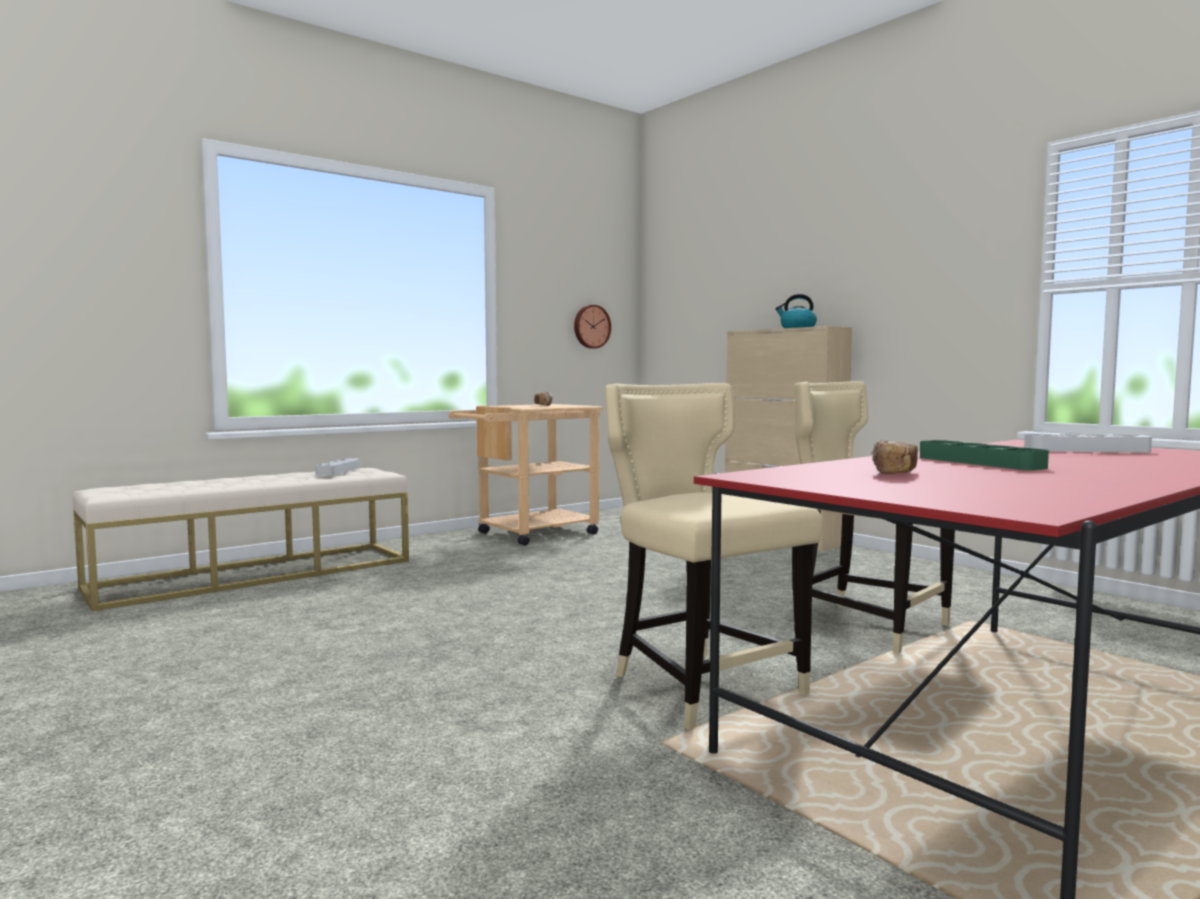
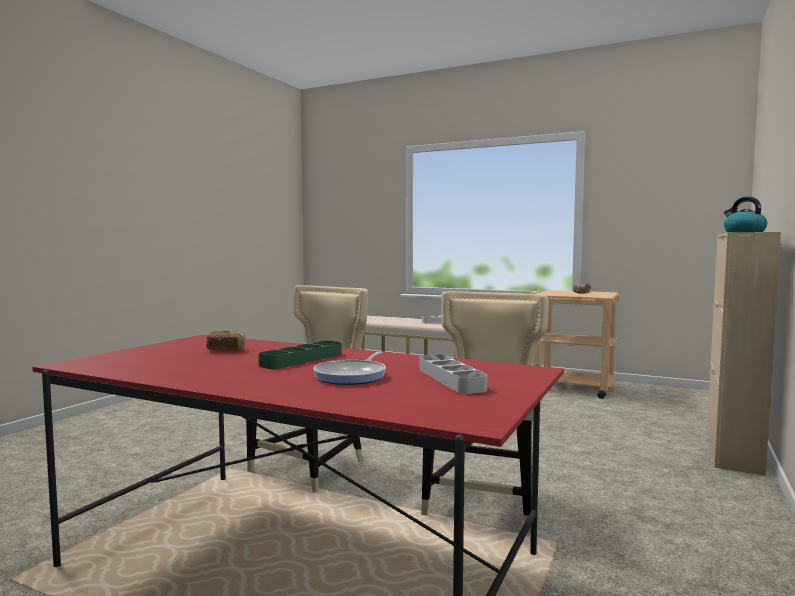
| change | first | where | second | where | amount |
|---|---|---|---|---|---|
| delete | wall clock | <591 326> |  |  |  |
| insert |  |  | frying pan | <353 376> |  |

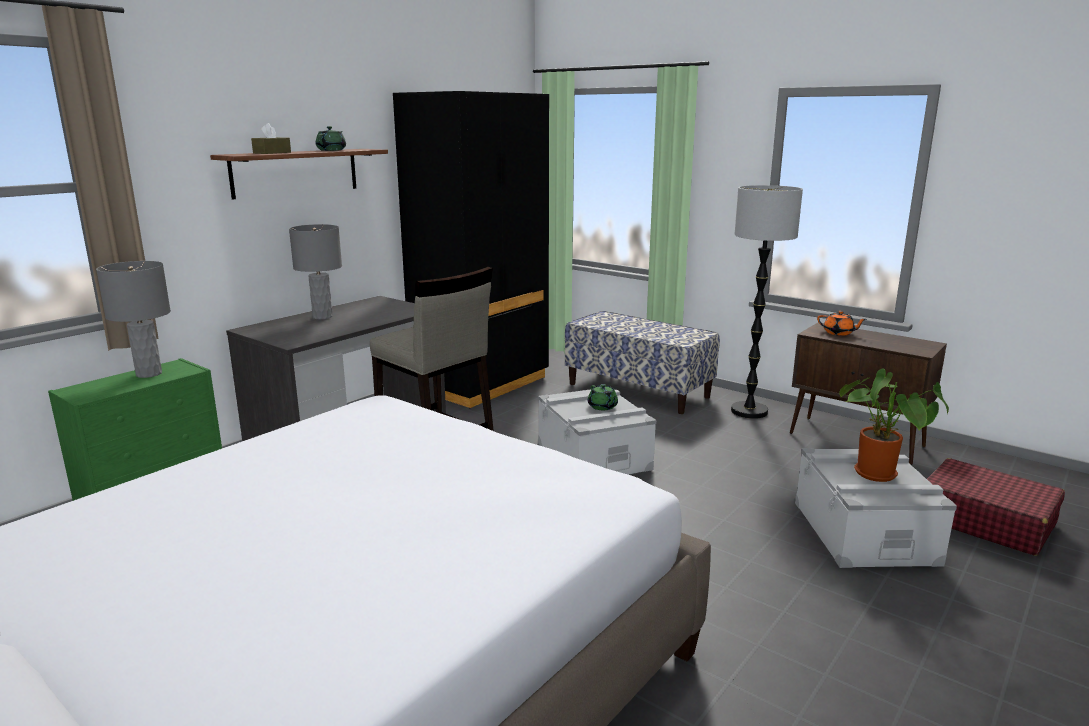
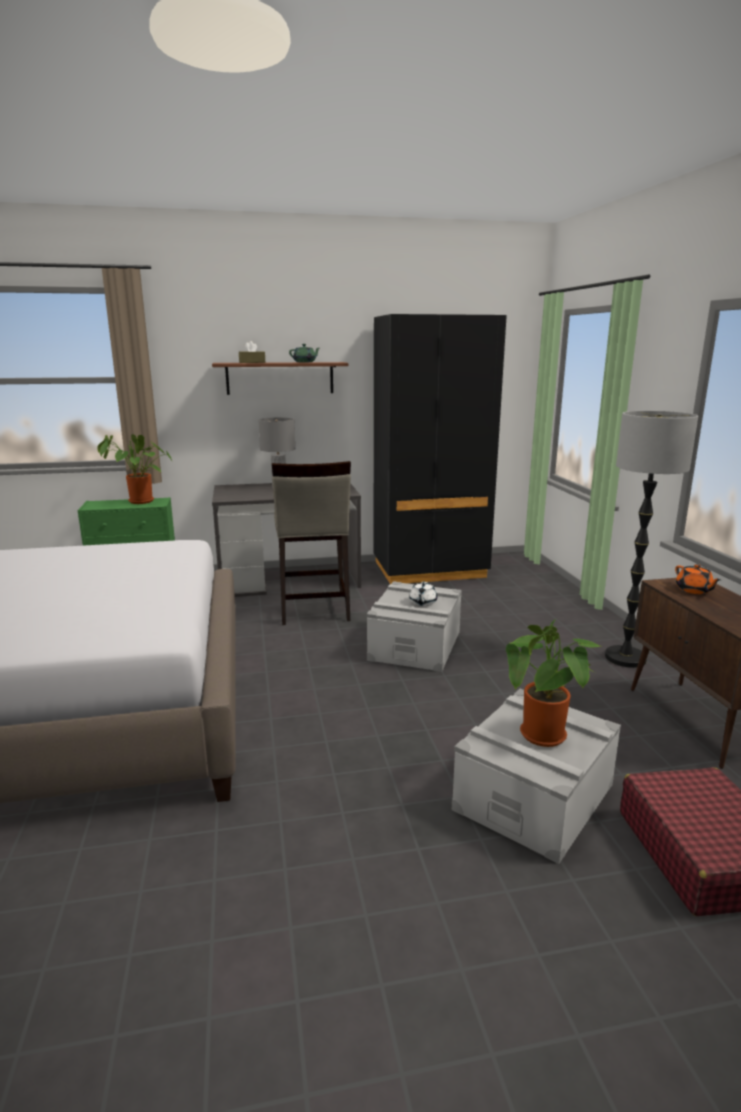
| change | first | where | second | where | amount |
|---|---|---|---|---|---|
| replace | grey table lamp | <148 374> | potted plant | <138 502> |  |
| delete | bench | <638 390> |  |  |  |
| recolor | green teapot | <602 407> | white teapot | <422 602> |  |

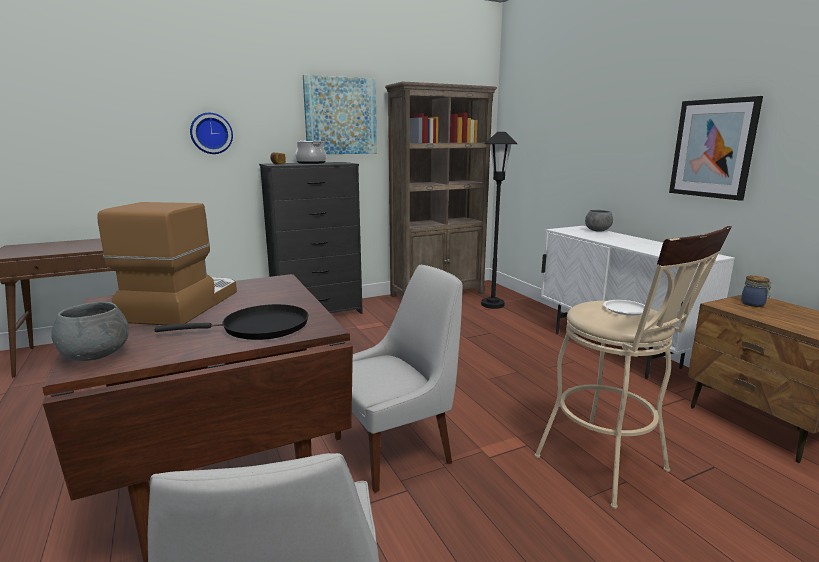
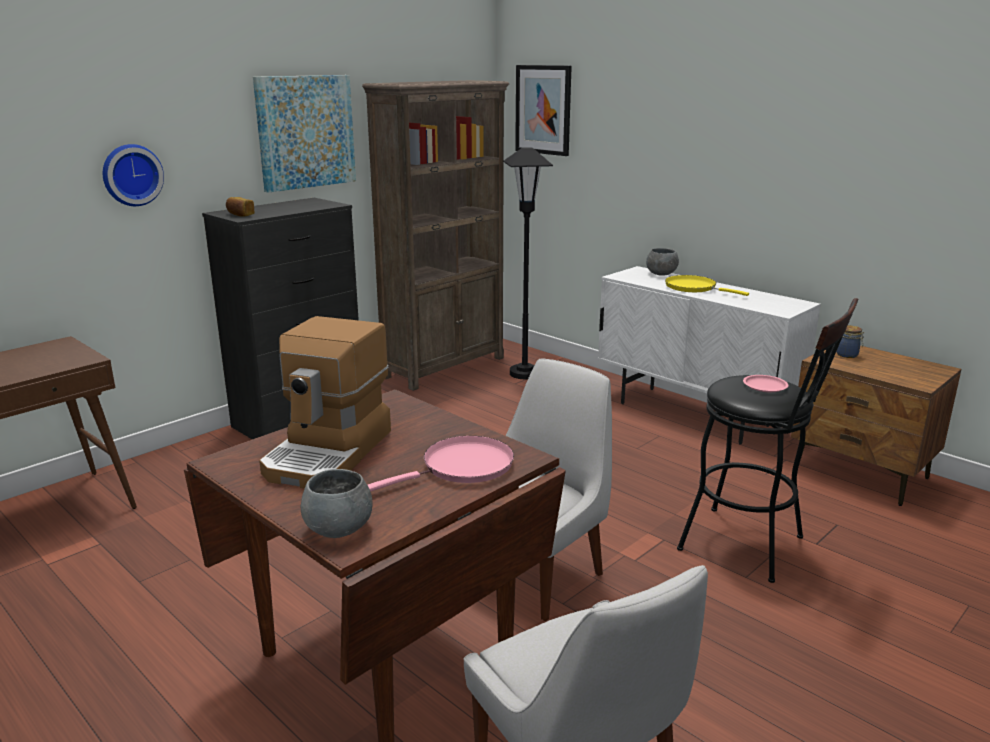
| change | first | where | second | where | amount |
|---|---|---|---|---|---|
| rotate | coffee machine | <181 305> |  | <329 453> | 150 degrees counterclockwise |
| recolor | black frying pan | <259 328> | pink frying pan | <462 467> |  |
| delete | cooking pot | <311 163> |  |  |  |
| recolor | beige stool | <610 469> | black stool | <752 546> |  |
| recolor | white plate | <625 310> | pink plate | <765 386> |  |
| move | picture | <713 148> |  | <543 110> |  |
| insert |  |  | yellow frying pan | <694 288> |  |

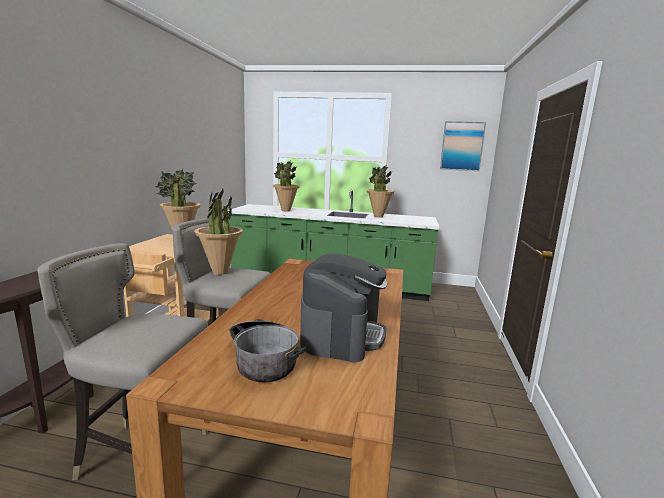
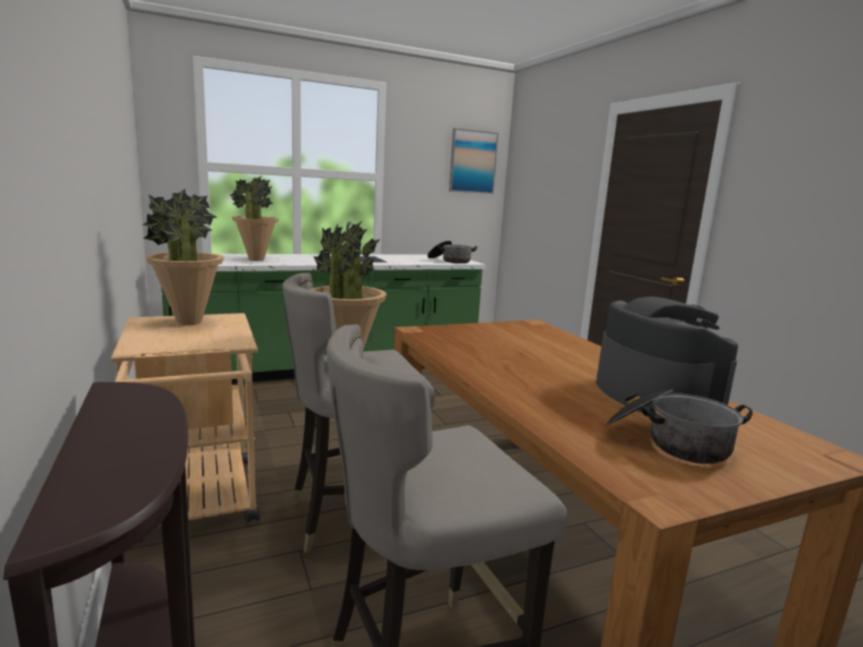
| change | first | where | second | where | amount |
|---|---|---|---|---|---|
| delete | potted plant | <378 216> |  |  |  |
| insert |  |  | cooking pot | <450 261> |  |

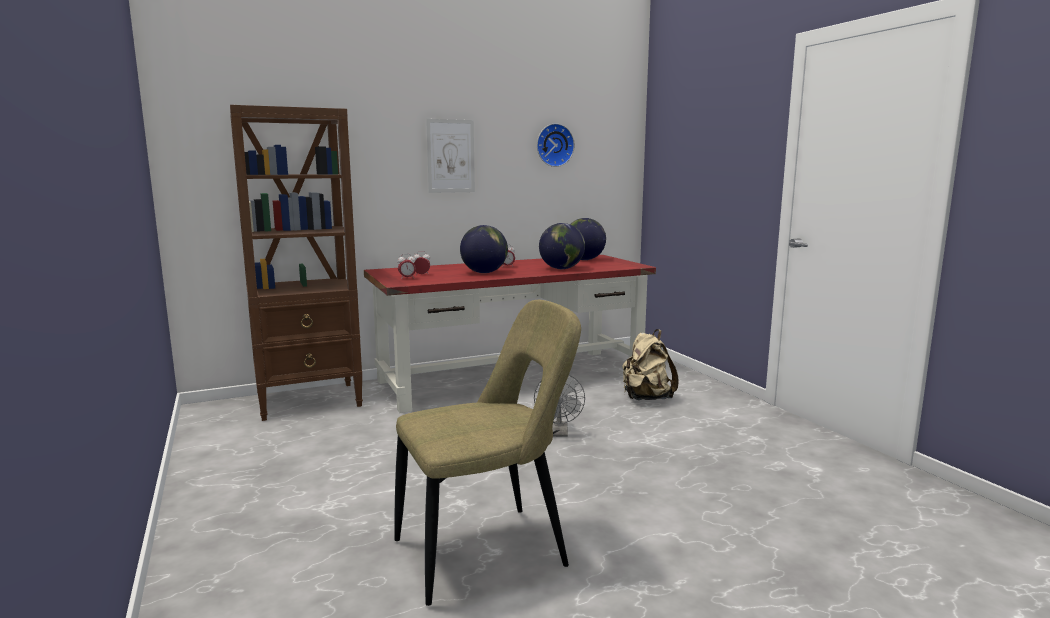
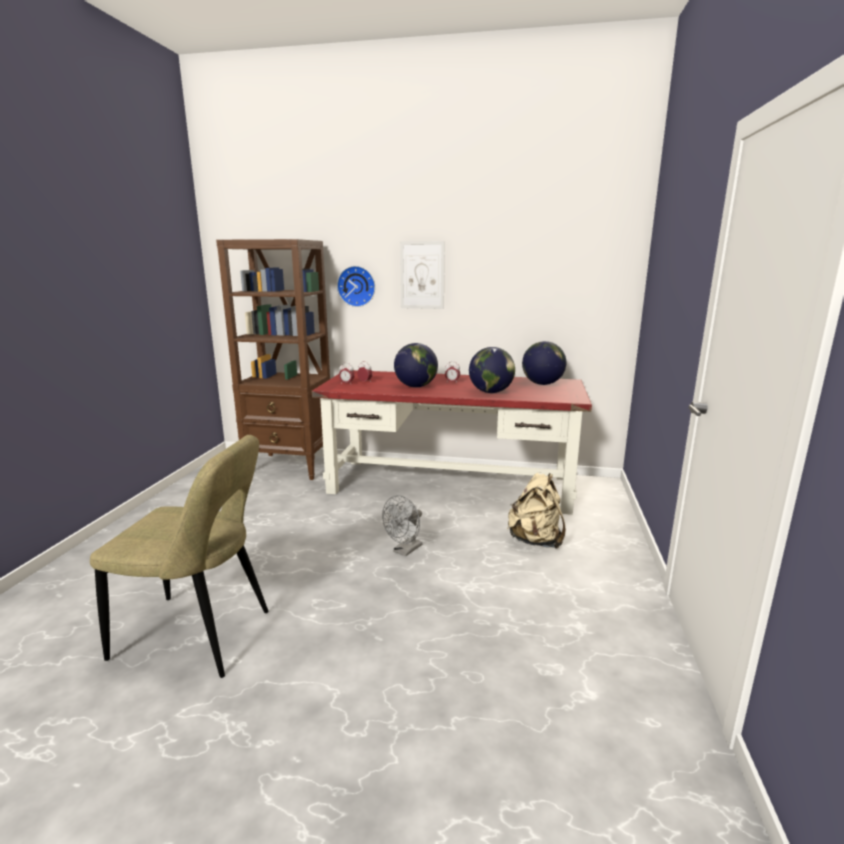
| change | first | where | second | where | amount |
|---|---|---|---|---|---|
| move | wall clock | <554 145> |  | <357 286> |  |

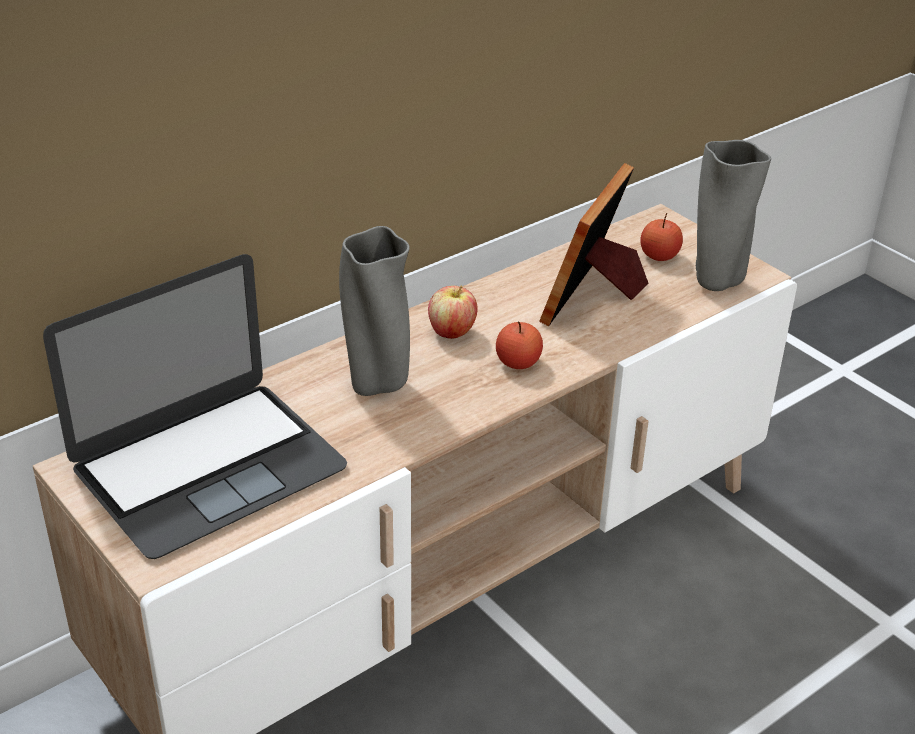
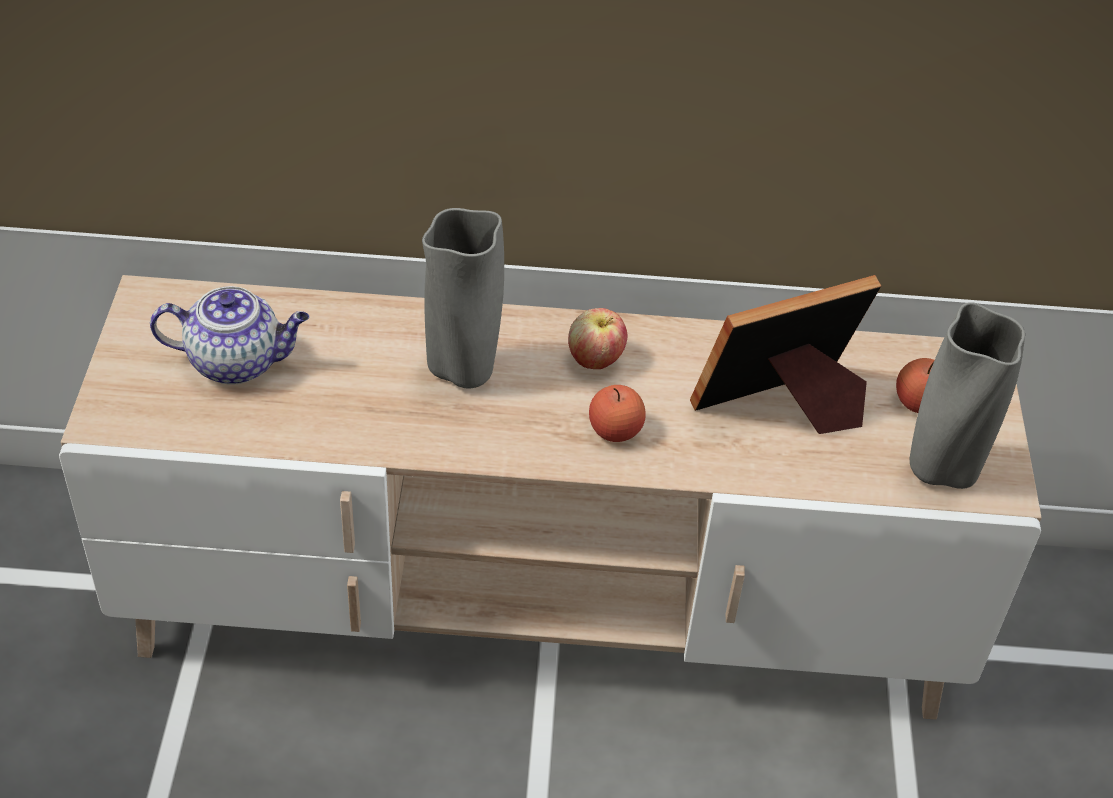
| change | first | where | second | where | amount |
|---|---|---|---|---|---|
| replace | laptop | <209 467> | teapot | <237 362> |  |

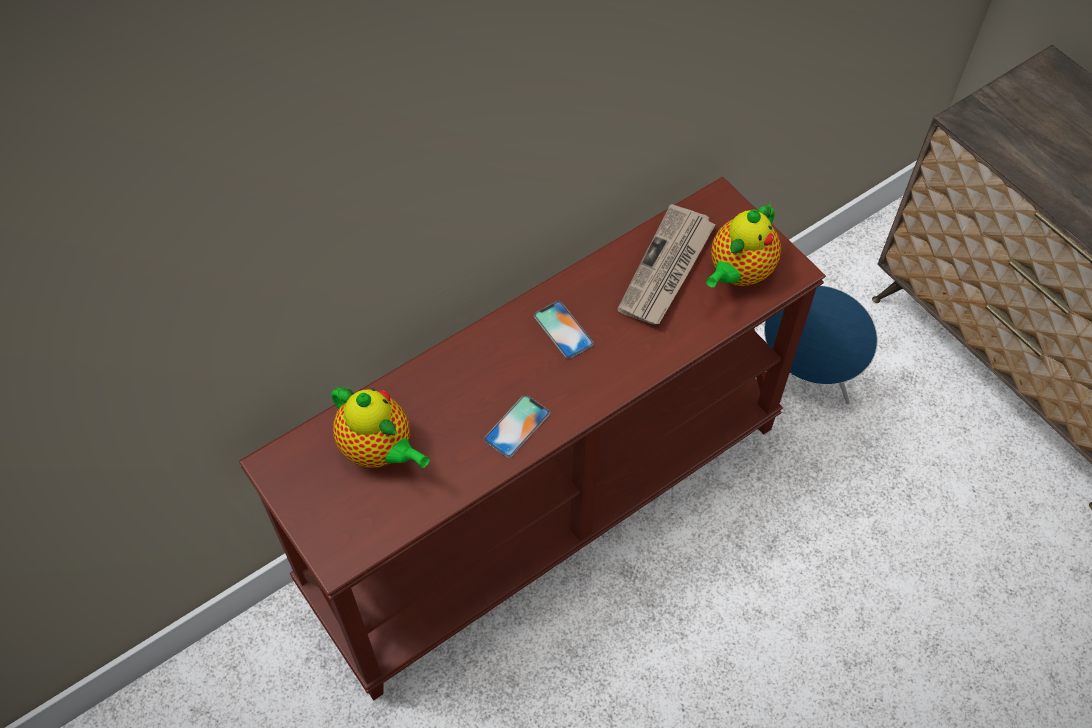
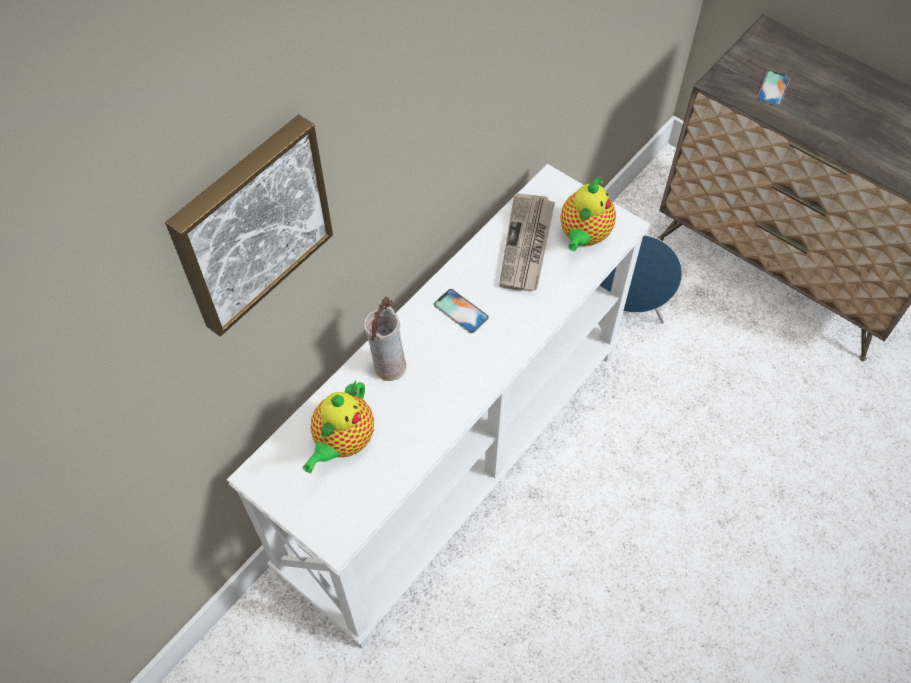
| change | first | where | second | where | amount |
|---|---|---|---|---|---|
| recolor | brown console table | <545 504> | white console table | <454 456> |  |
| rotate | teapot | <379 450> |  | <342 442> | 90 degrees clockwise |
| move | phone | <517 426> |  | <773 88> |  |
| insert |  |  | picture | <250 224> |  |
| insert |  |  | vase | <388 367> |  |

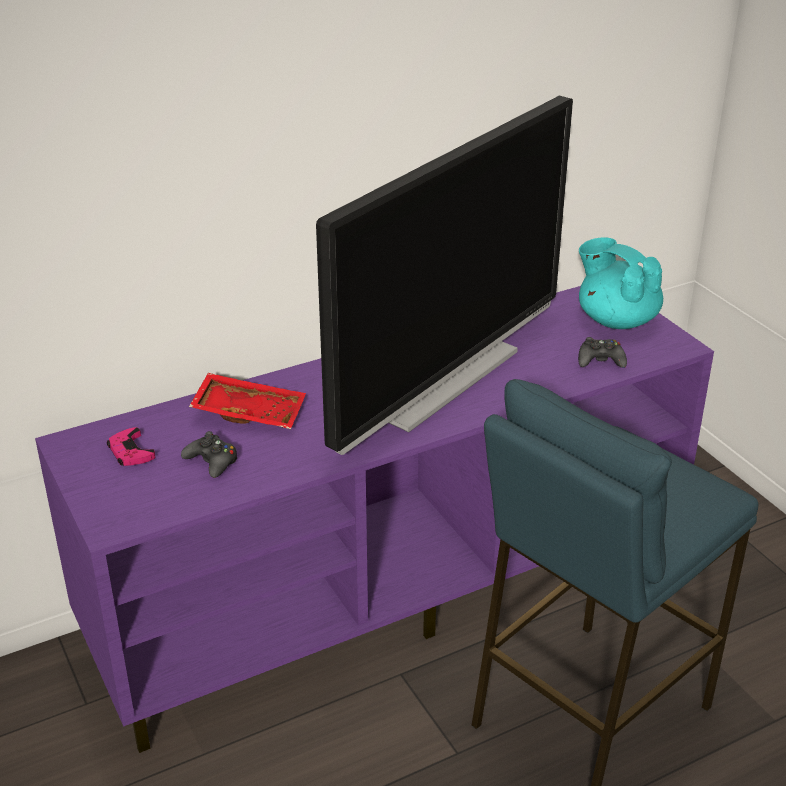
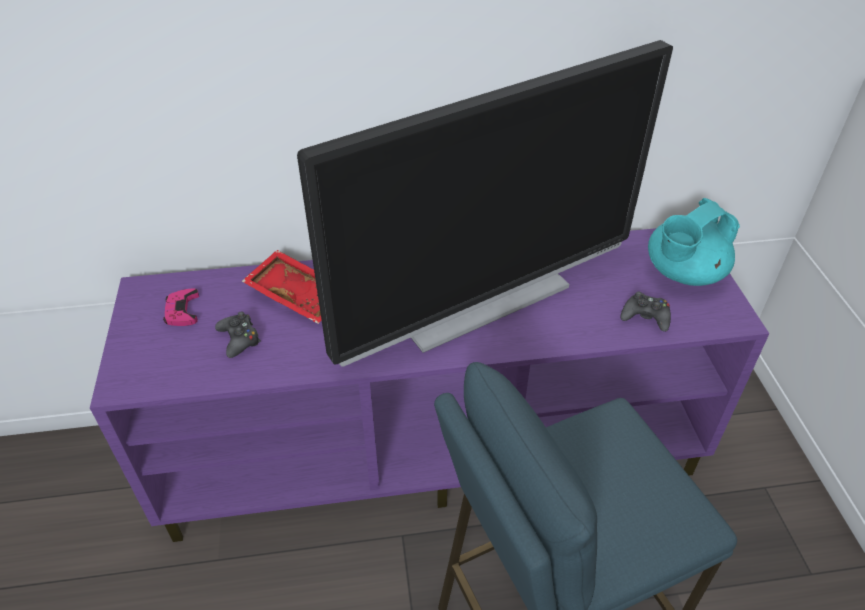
| change | first | where | second | where | amount |
|---|---|---|---|---|---|
| rotate | turquoise teapot | <616 320> |  | <683 273> | 105 degrees counterclockwise |

